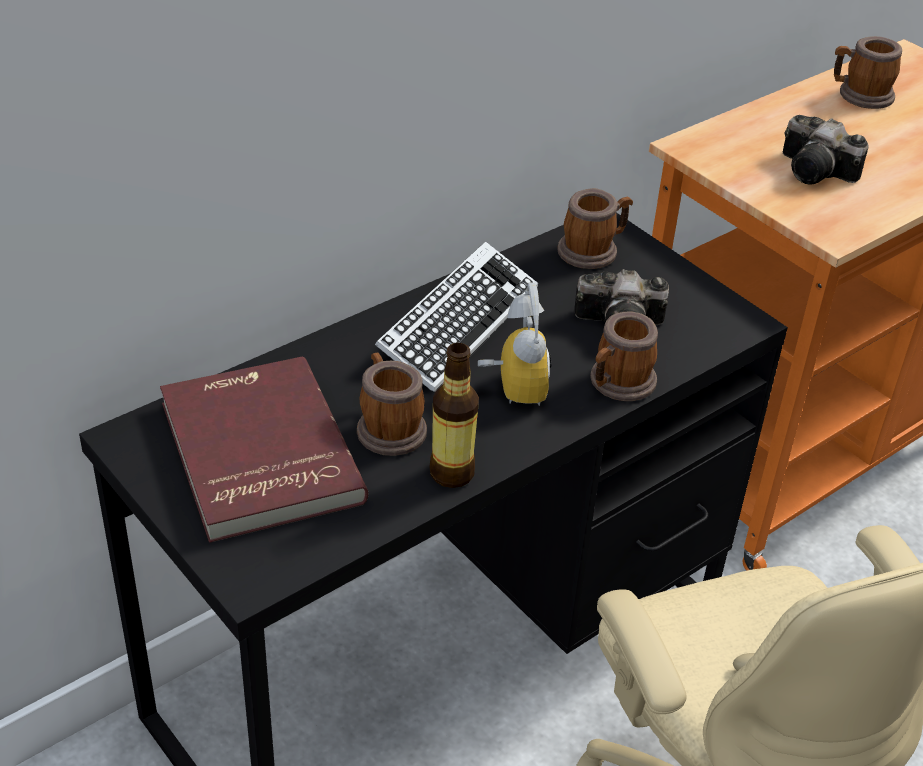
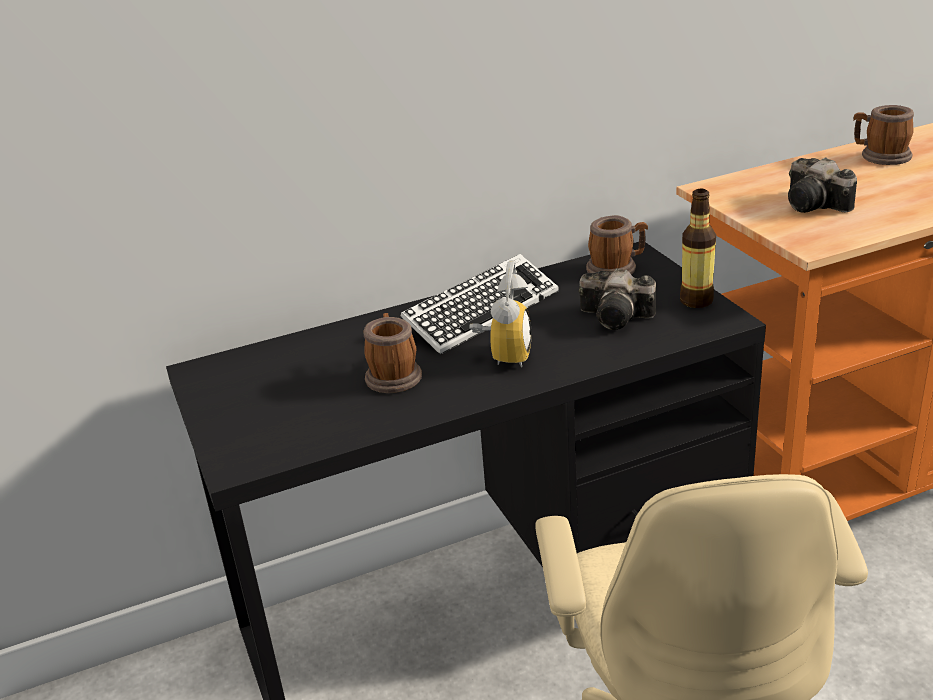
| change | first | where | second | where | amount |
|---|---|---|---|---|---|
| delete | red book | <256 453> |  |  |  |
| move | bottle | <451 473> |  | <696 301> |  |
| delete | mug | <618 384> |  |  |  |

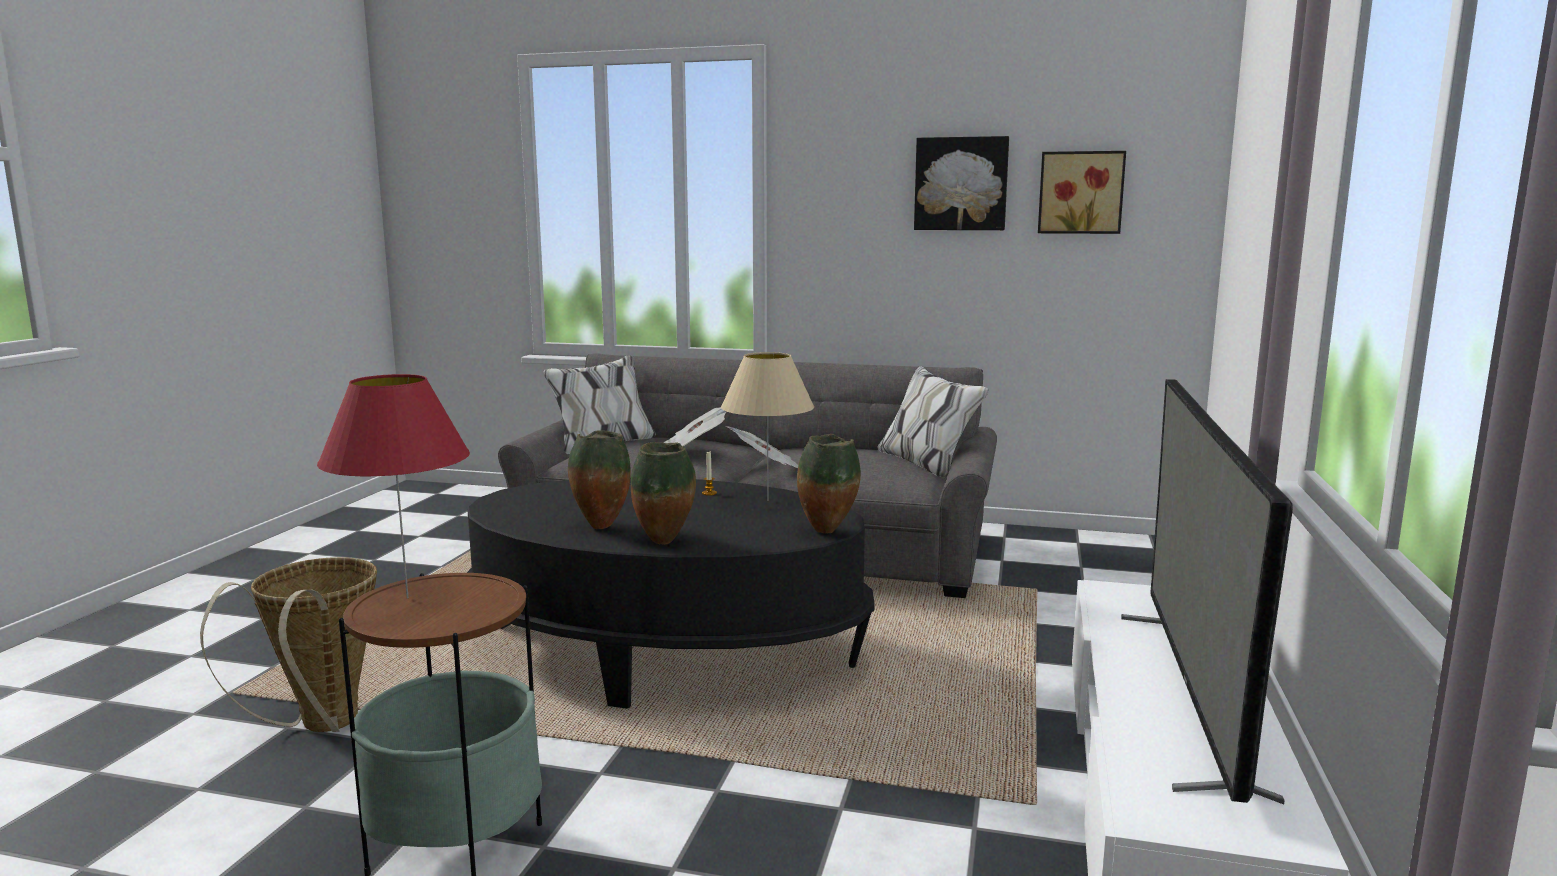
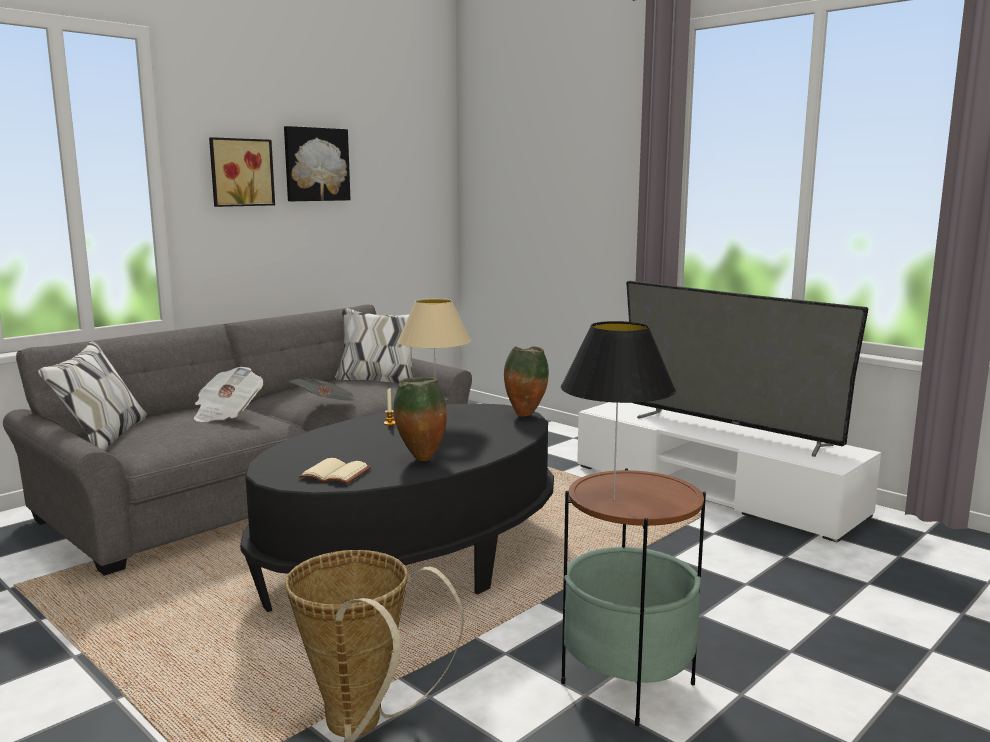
| change | first | where | second | where | amount |
|---|---|---|---|---|---|
| recolor | red table lamp | <408 598> | black table lamp | <613 499> |  |
| delete | vase | <665 543> |  |  |  |
| move | picture | <1080 192> |  | <240 172> |  |
| insert |  |  | beige book | <337 473> |  |

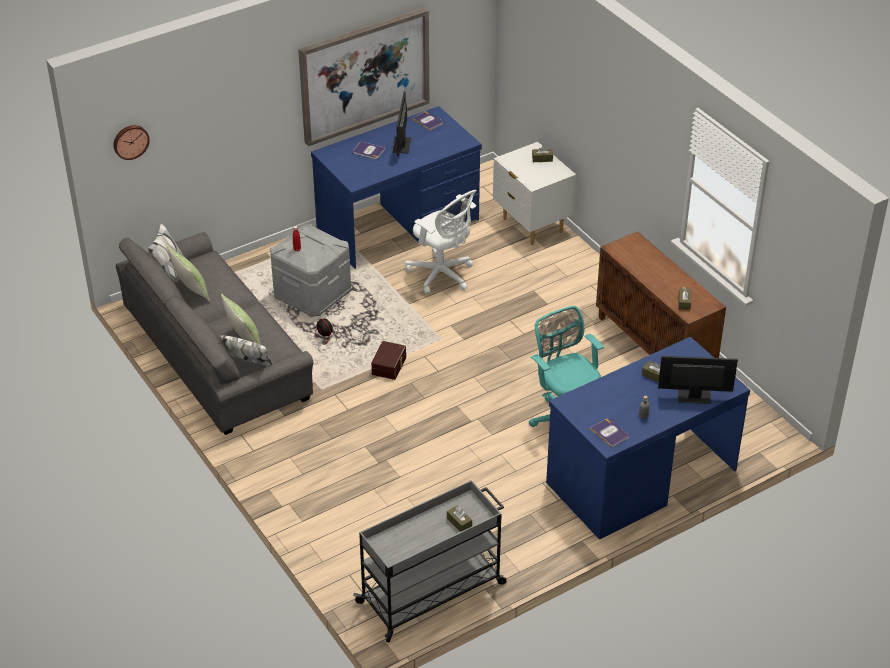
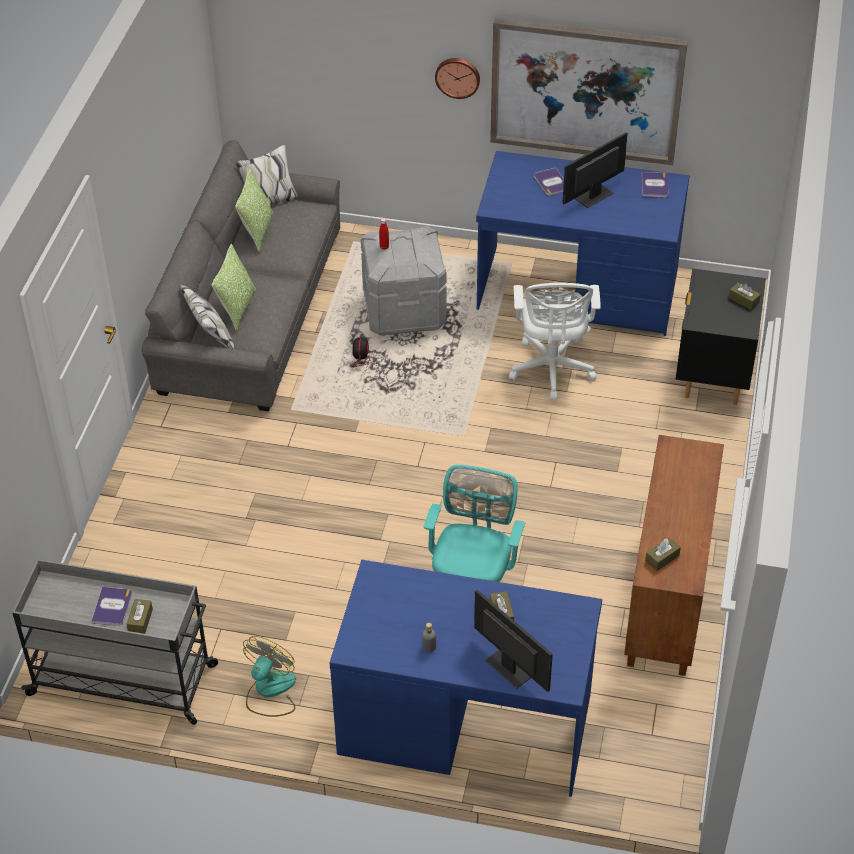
| change | first | where | second | where | amount |
|---|---|---|---|---|---|
| move | wall clock | <130 141> |  | <458 77> |  |
| delete | brown storage box | <390 366> |  |  |  |
| recolor | white nightstand | <532 226> | black nightstand | <713 377> |  |
| move | book | <609 433> |  | <112 607> |  |
| insert |  |  | fan | <270 691> |  |

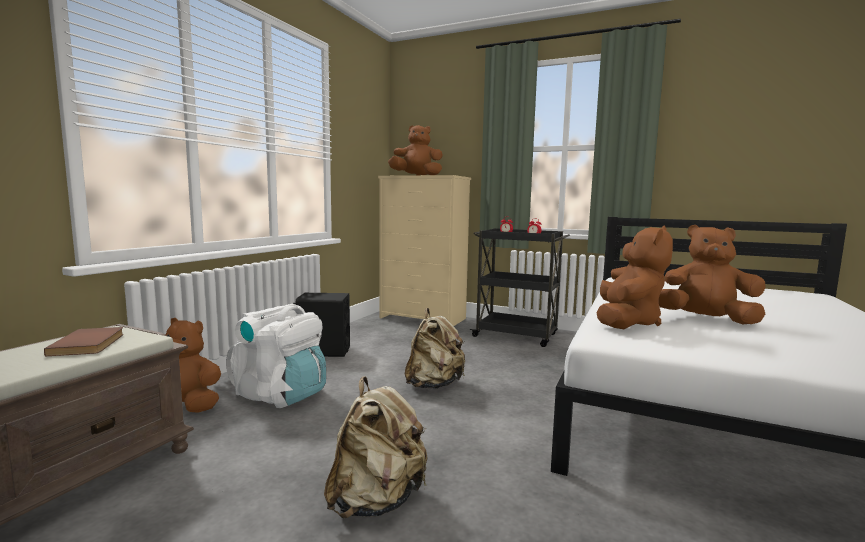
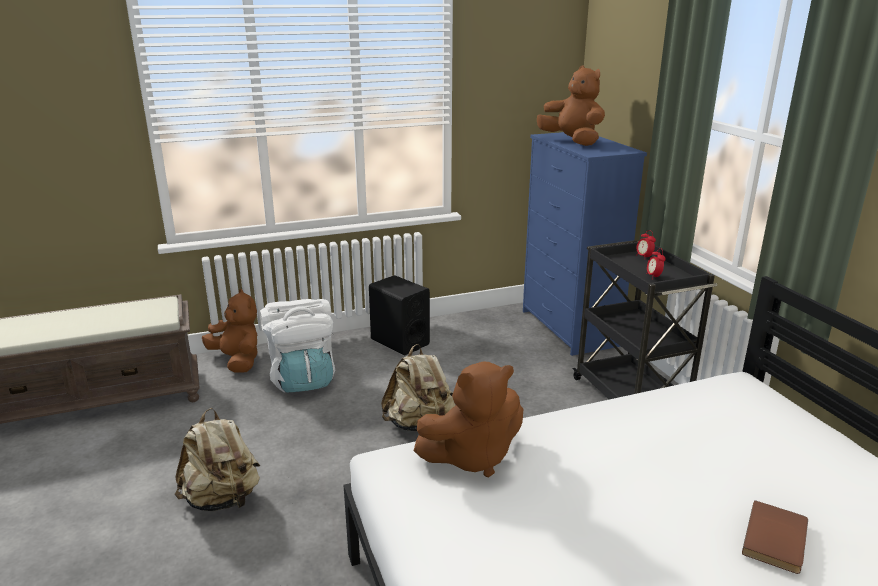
| change | first | where | second | where | amount |
|---|---|---|---|---|---|
| move | brown book | <90 344> |  | <778 540> |  |
| recolor | beige dresser | <423 318> | blue dresser | <569 328> |  |
| delete | brown plush toy | <705 320> |  |  |  |

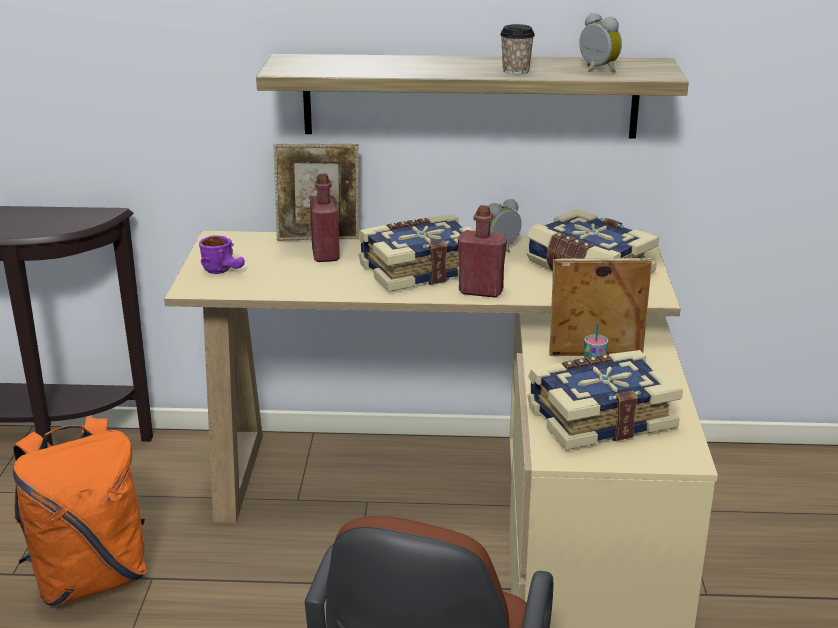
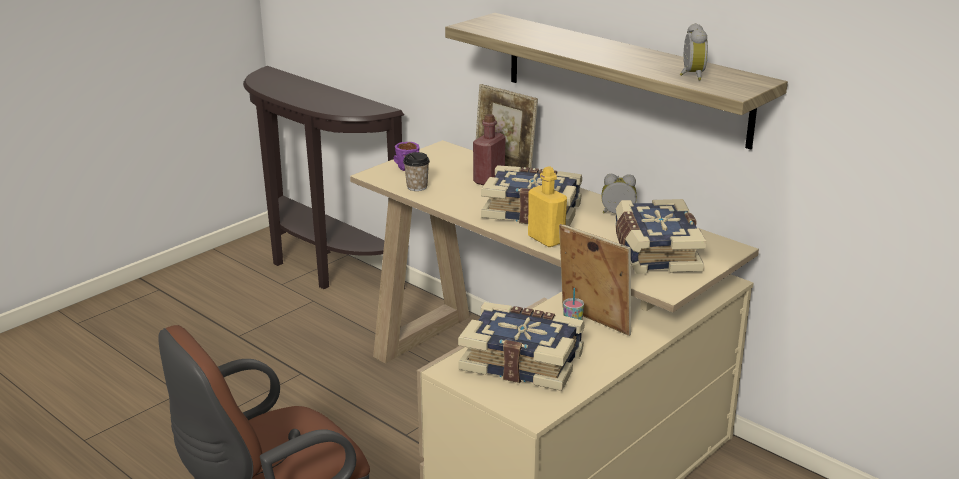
| change | first | where | second | where | amount |
|---|---|---|---|---|---|
| delete | orange backpack | <90 578> |  |  |  |
| recolor | red bottle | <481 291> | yellow bottle | <546 239> |  |
| move | cup | <516 71> |  | <417 187> |  |

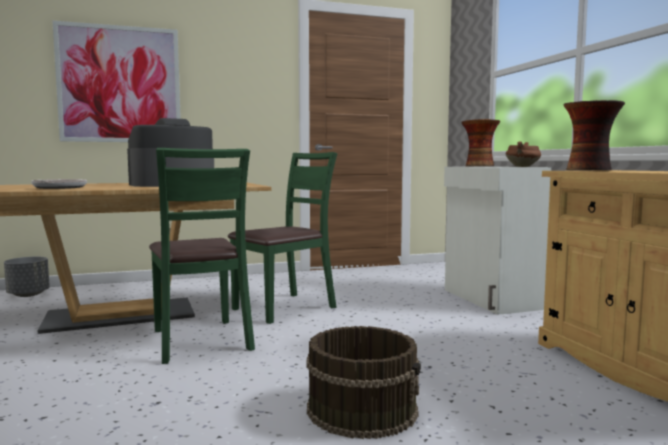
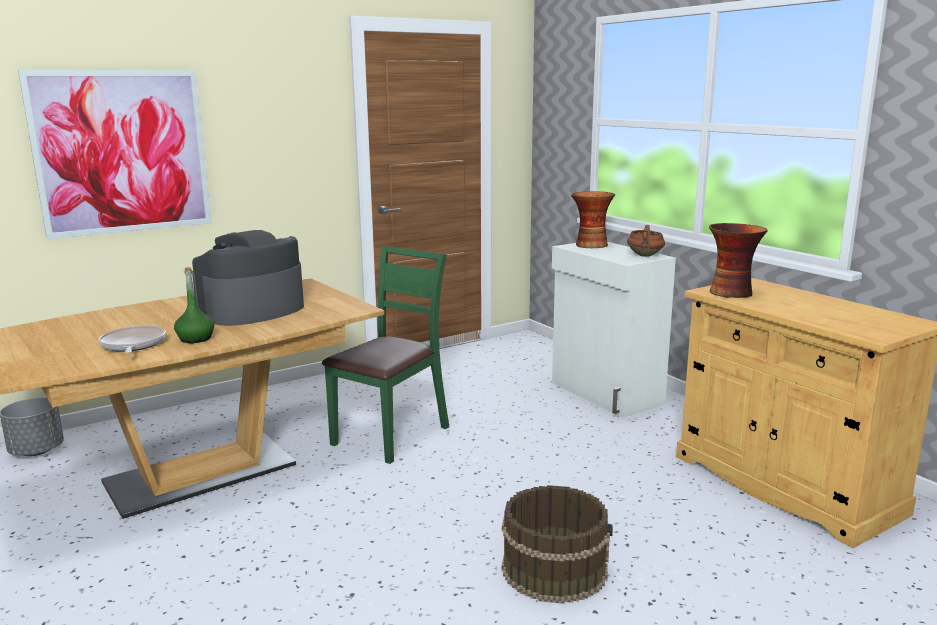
| change | first | where | second | where | amount |
|---|---|---|---|---|---|
| delete | green chair | <200 340> |  |  |  |
| insert |  |  | green bottle | <196 339> |  |

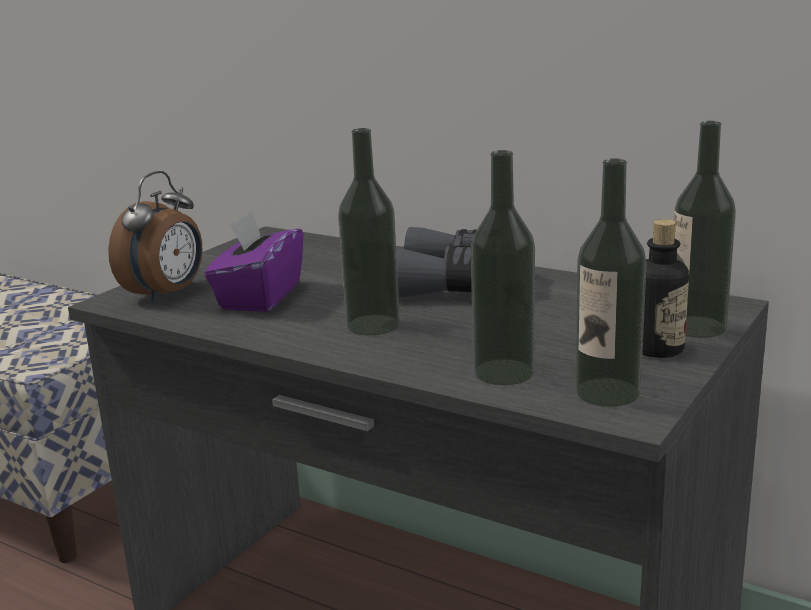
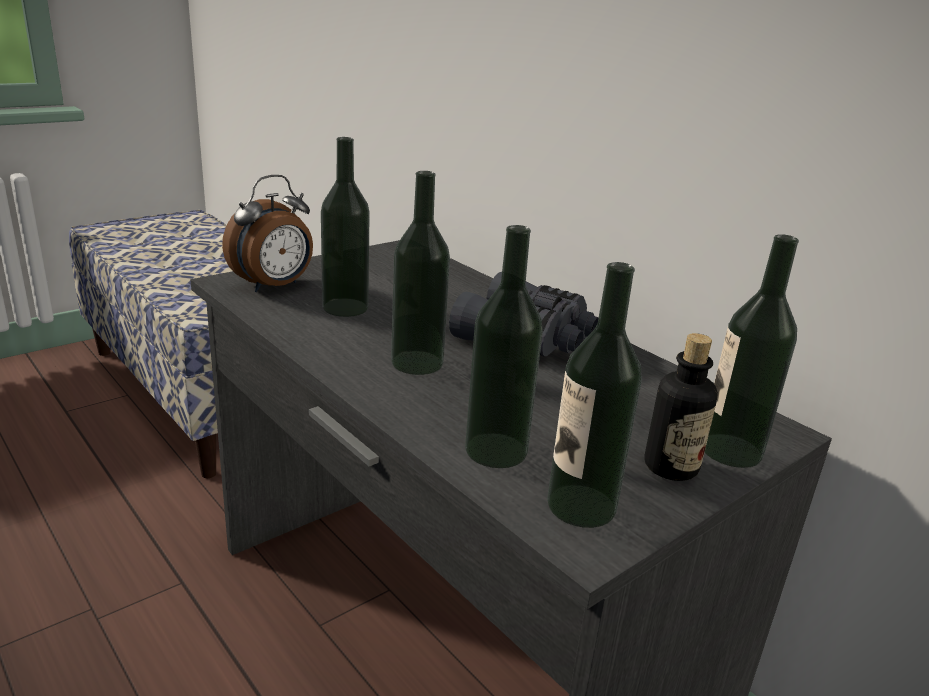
| change | first | where | second | where | amount |
|---|---|---|---|---|---|
| replace | purple tissue box | <259 297> | bottle | <345 307> |  |

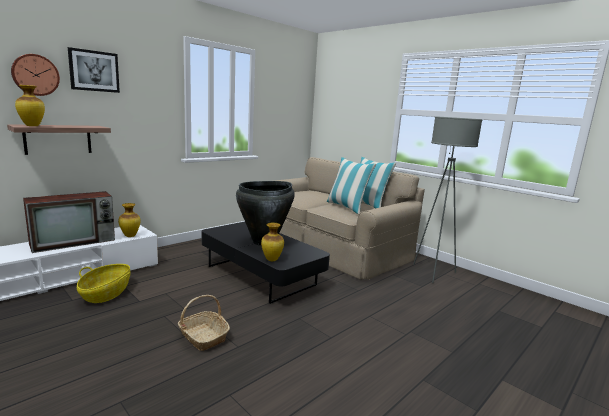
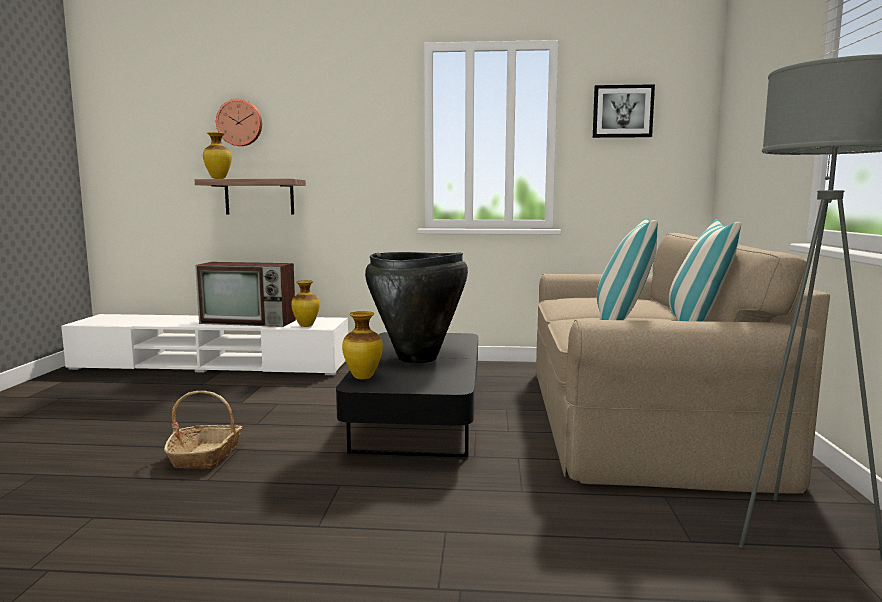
| change | first | where | second | where | amount |
|---|---|---|---|---|---|
| move | picture | <94 71> |  | <622 111> |  |
| delete | basket | <106 293> |  |  |  |

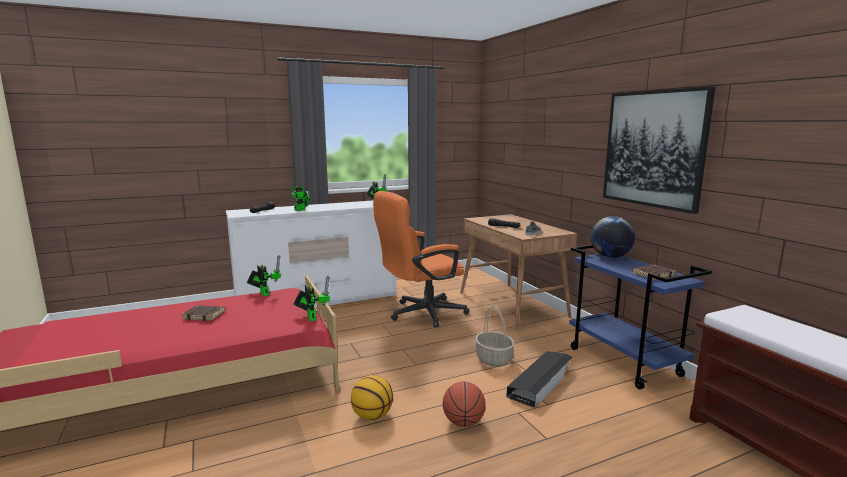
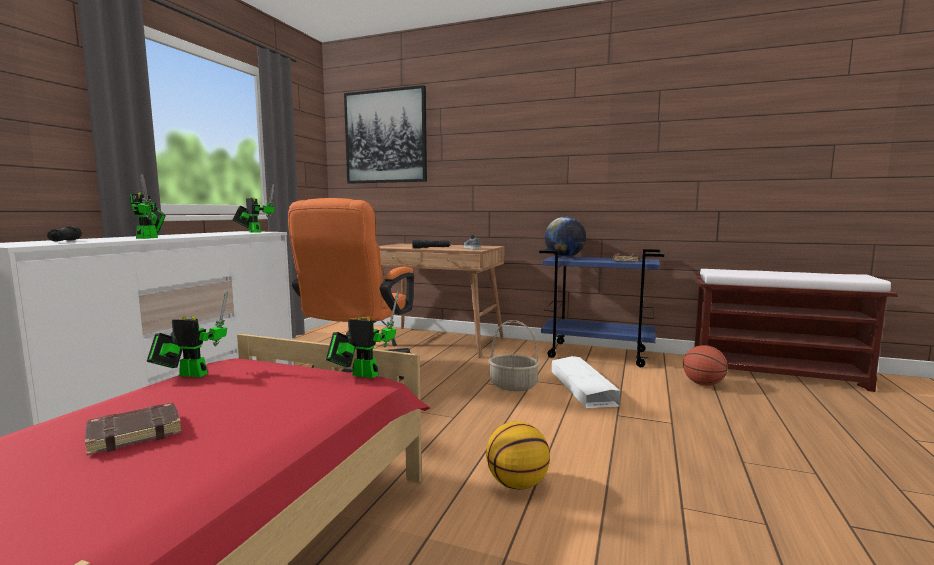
| change | first | where | second | where | amount |
|---|---|---|---|---|---|
| move | basketball | <463 422> |  | <703 384> |  |
| recolor | black storage box | <541 382> | white storage box | <582 387> |  |
| move | picture | <653 149> |  | <385 137> |  |

